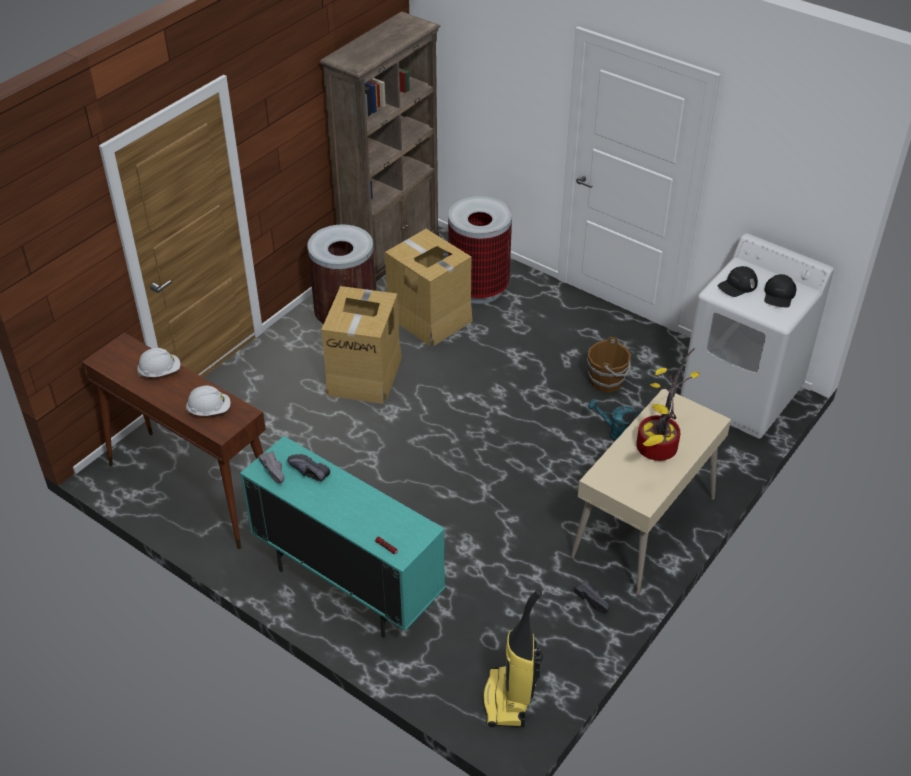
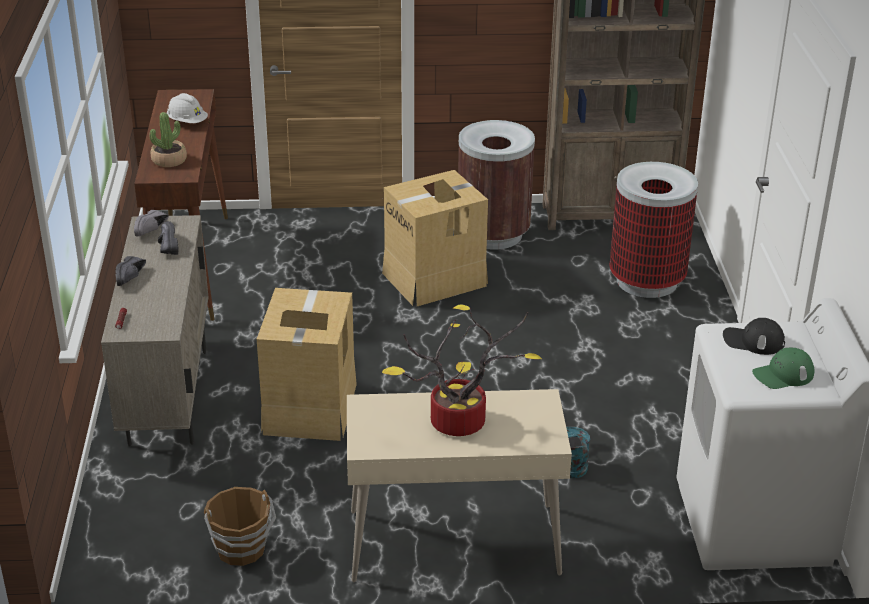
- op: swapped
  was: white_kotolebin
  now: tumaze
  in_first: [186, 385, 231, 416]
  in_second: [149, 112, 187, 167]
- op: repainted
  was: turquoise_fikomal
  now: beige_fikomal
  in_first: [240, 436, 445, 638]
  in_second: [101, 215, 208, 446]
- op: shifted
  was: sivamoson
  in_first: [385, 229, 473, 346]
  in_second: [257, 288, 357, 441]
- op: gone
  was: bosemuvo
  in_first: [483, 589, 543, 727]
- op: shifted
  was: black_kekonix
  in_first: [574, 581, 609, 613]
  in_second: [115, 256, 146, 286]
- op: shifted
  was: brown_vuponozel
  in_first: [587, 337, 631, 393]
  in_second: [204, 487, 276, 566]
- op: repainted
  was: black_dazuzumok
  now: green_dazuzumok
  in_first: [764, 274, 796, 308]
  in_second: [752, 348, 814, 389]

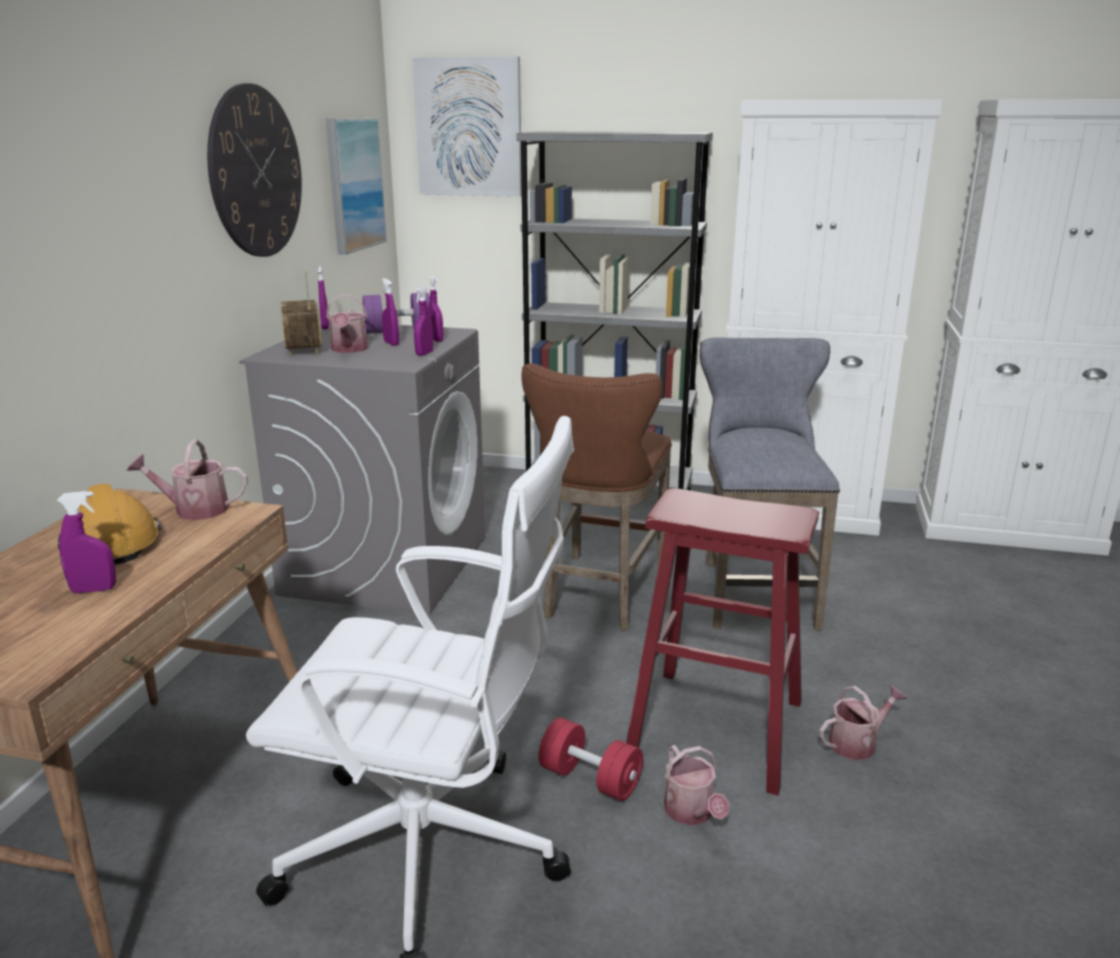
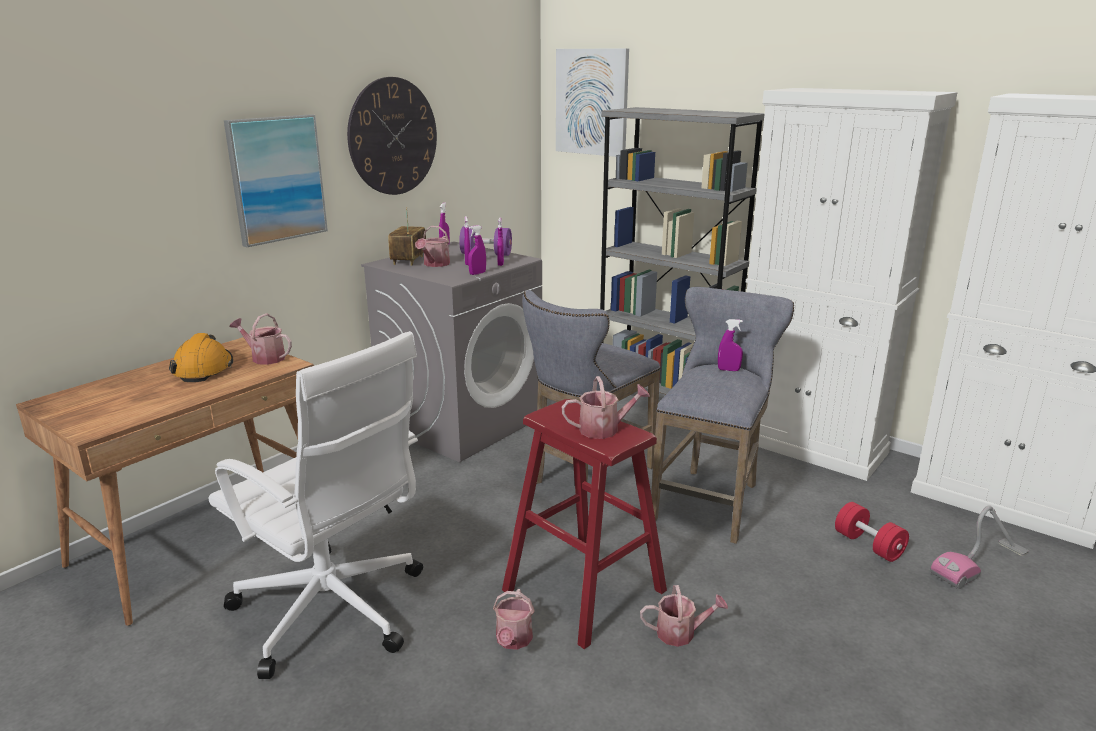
- op: shifted
  was: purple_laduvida
  in_first: [57, 491, 116, 593]
  in_second: [718, 319, 743, 371]
- op: shifted
  was: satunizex
  in_first: [326, 118, 387, 255]
  in_second: [224, 114, 328, 247]
- op: repainted
  was: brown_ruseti
  now: grey_ruseti
  in_first: [522, 363, 672, 630]
  in_second: [522, 290, 661, 484]
- op: shifted
  was: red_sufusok
  in_first: [539, 717, 643, 801]
  in_second: [835, 502, 909, 562]
- op: new
  now: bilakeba
  in_second: [562, 376, 650, 439]
- op: new
  now: bosemuvo
  in_second: [931, 506, 1029, 589]

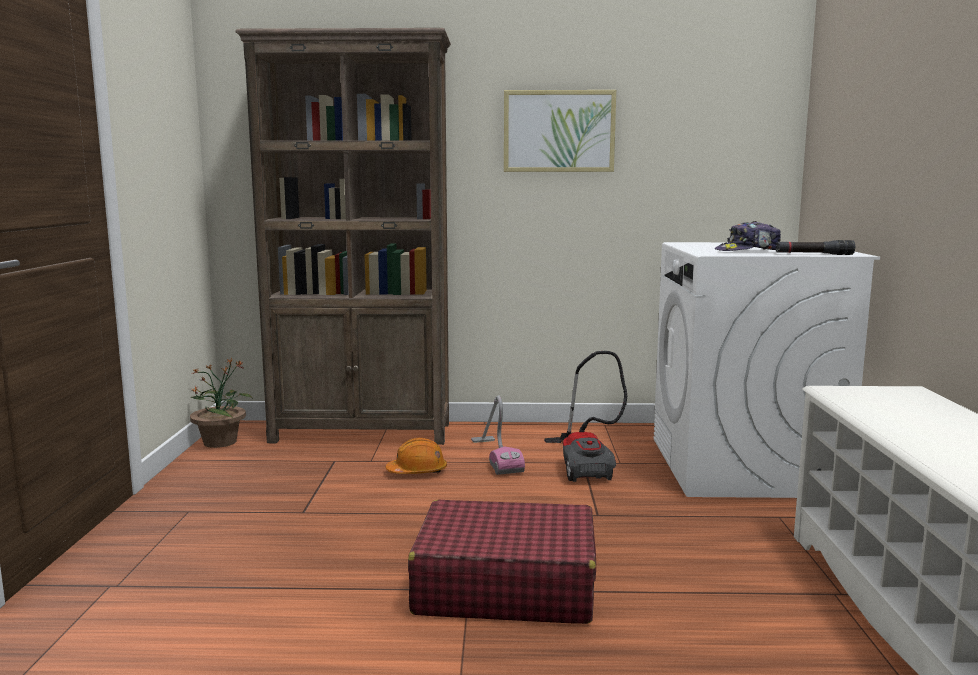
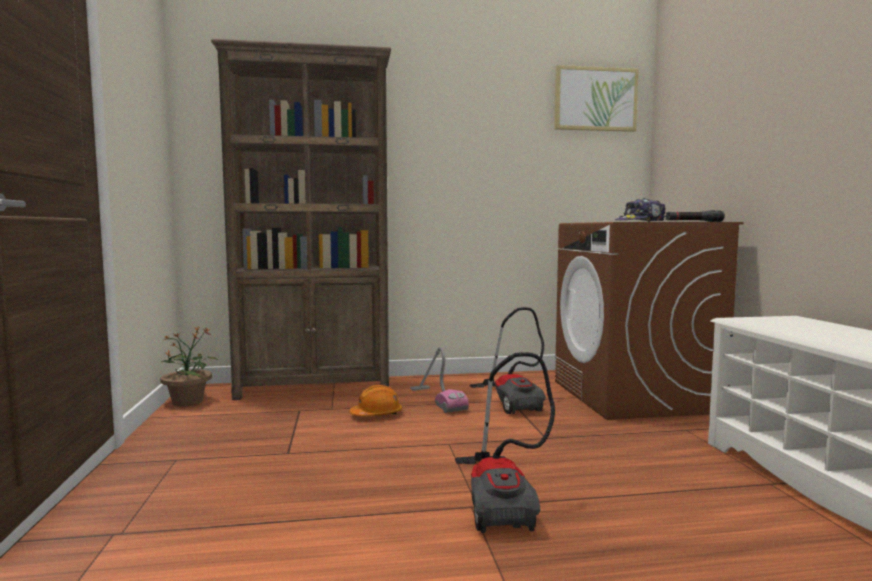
- op: swapped
  was: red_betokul
  now: bosemuvo
  in_first: [408, 500, 596, 624]
  in_second: [455, 352, 555, 533]
- op: shifted
  was: satunizex
  in_first: [504, 90, 616, 172]
  in_second: [554, 65, 639, 132]
- op: repainted
  was: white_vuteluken
  now: brown_vuteluken
  in_first: [654, 242, 880, 498]
  in_second: [555, 222, 743, 420]

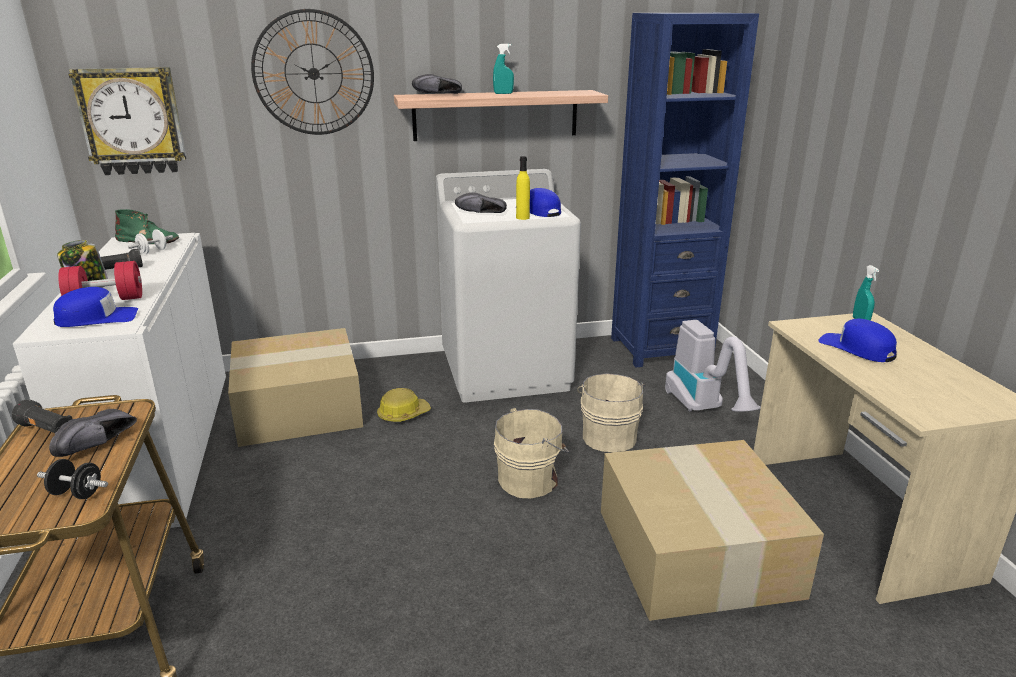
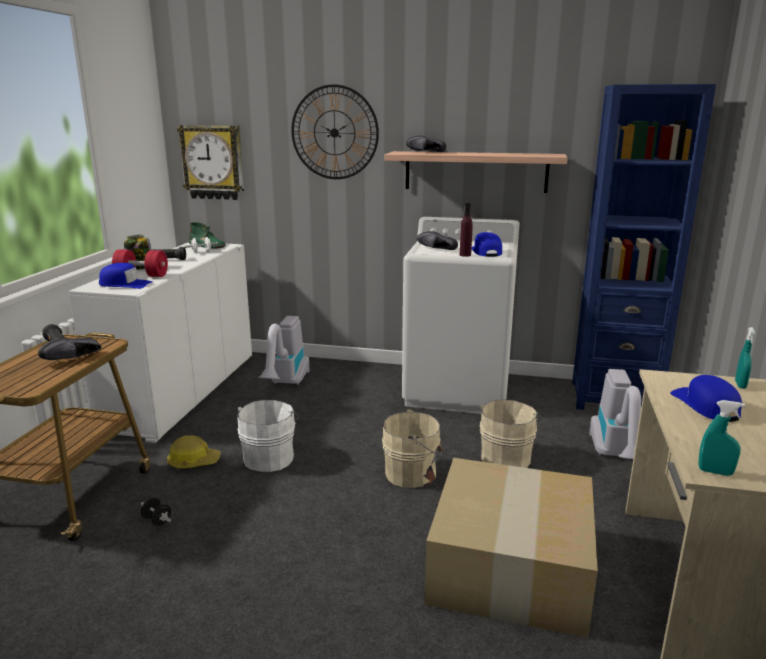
- op: shifted
  was: black_sufusok
  in_first: [37, 459, 108, 499]
  in_second: [141, 498, 171, 526]
- op: swapped
  was: sivamoson
  now: bosemuvo
  in_first: [228, 328, 363, 447]
  in_second: [258, 316, 310, 385]
- op: shifted
  was: kotolebin
  in_first: [377, 388, 431, 423]
  in_second: [167, 435, 220, 468]
- op: shifted
  was: turquoise_laduvida
  in_first: [493, 44, 514, 94]
  in_second: [698, 400, 745, 476]
- op: repainted
  was: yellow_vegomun
  now: purple_vegomun
  in_first: [516, 156, 530, 220]
  in_second: [460, 203, 473, 257]
- op: new
  now: white_vuponozel
  in_second: [237, 400, 299, 472]

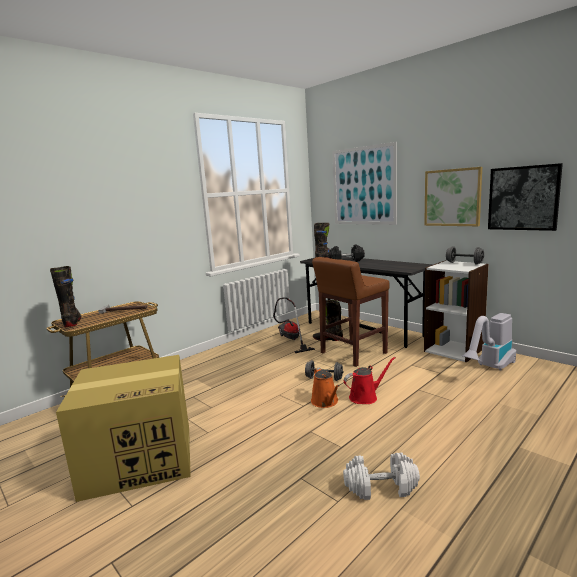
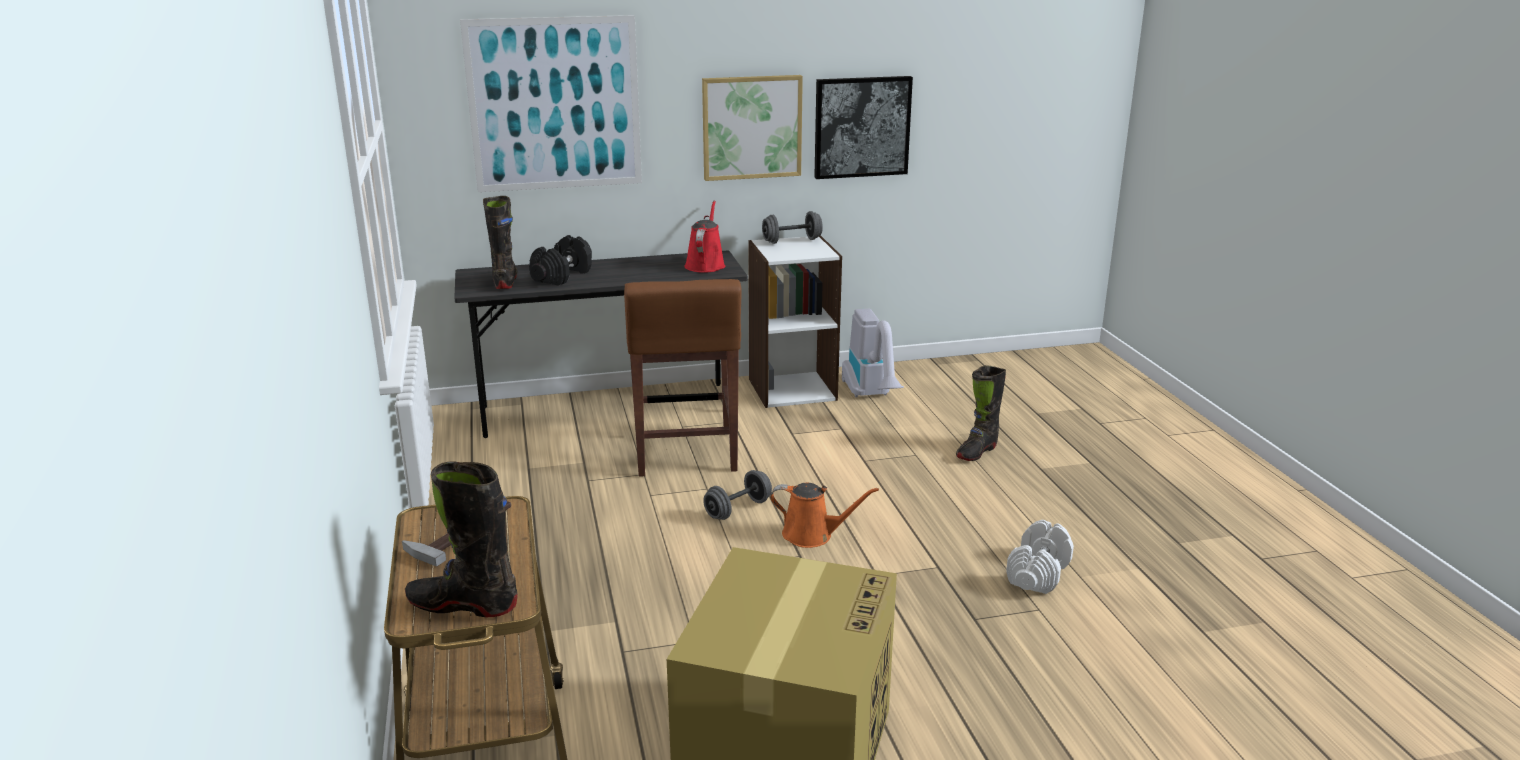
- op: gone
  was: bosemuvo
  in_first: [273, 297, 315, 353]
- op: shifted
  was: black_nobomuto
  in_first: [313, 300, 343, 341]
  in_second: [956, 365, 1006, 461]
- op: shifted
  was: red_bilakeba
  in_first: [344, 357, 396, 404]
  in_second: [684, 201, 726, 273]

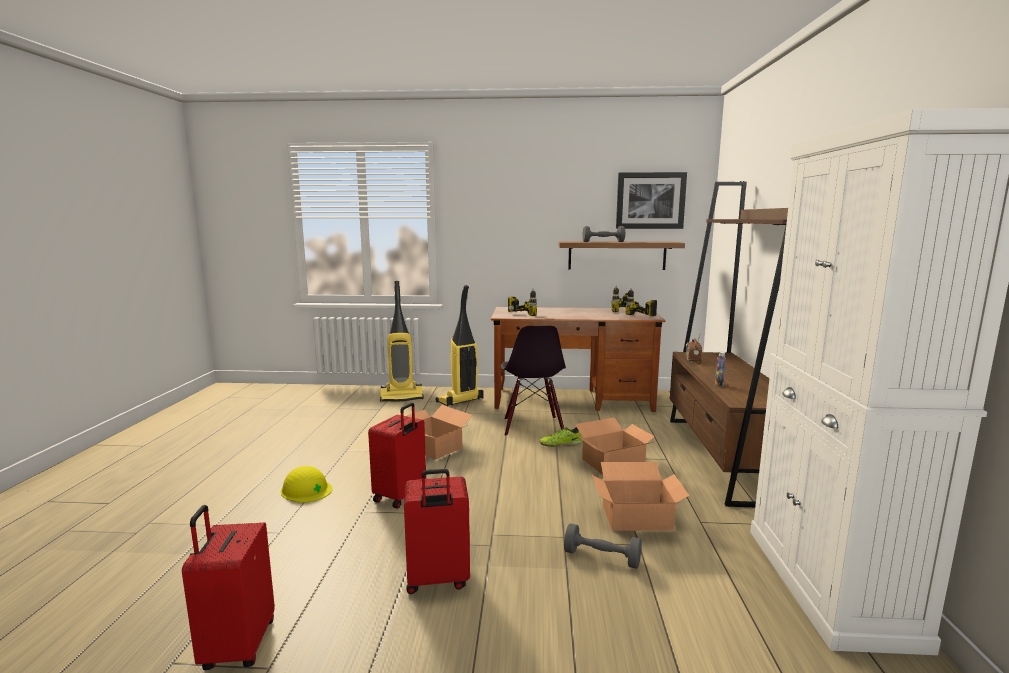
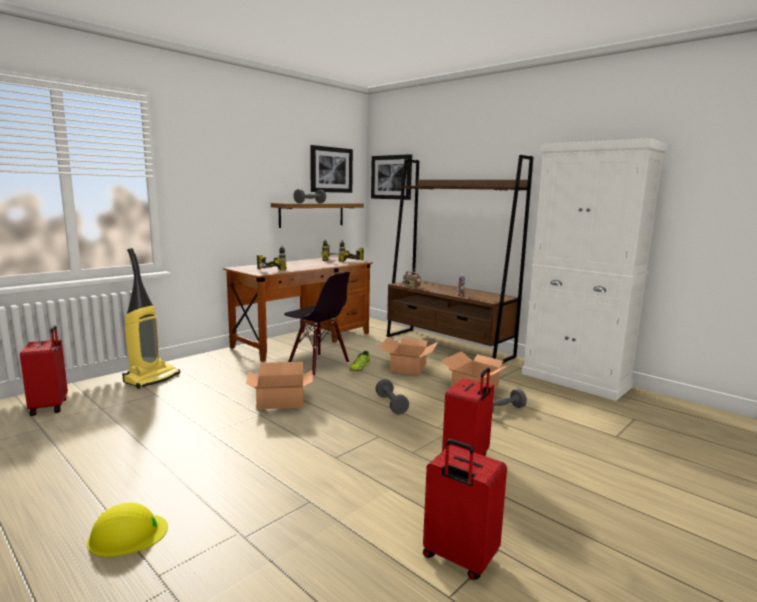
- op: shifted
  was: yellow_kotolebin
  in_first: [281, 466, 333, 503]
  in_second: [87, 503, 168, 557]
- op: shifted
  was: red_betokul
  in_first: [368, 403, 426, 508]
  in_second: [20, 325, 68, 416]
- op: gone
  was: bosemuvo
  in_first: [436, 285, 483, 406]
- op: new
  now: satunizex
  in_second: [371, 154, 412, 200]
- op: new
  now: grey_sufusok
  in_second: [375, 379, 409, 415]

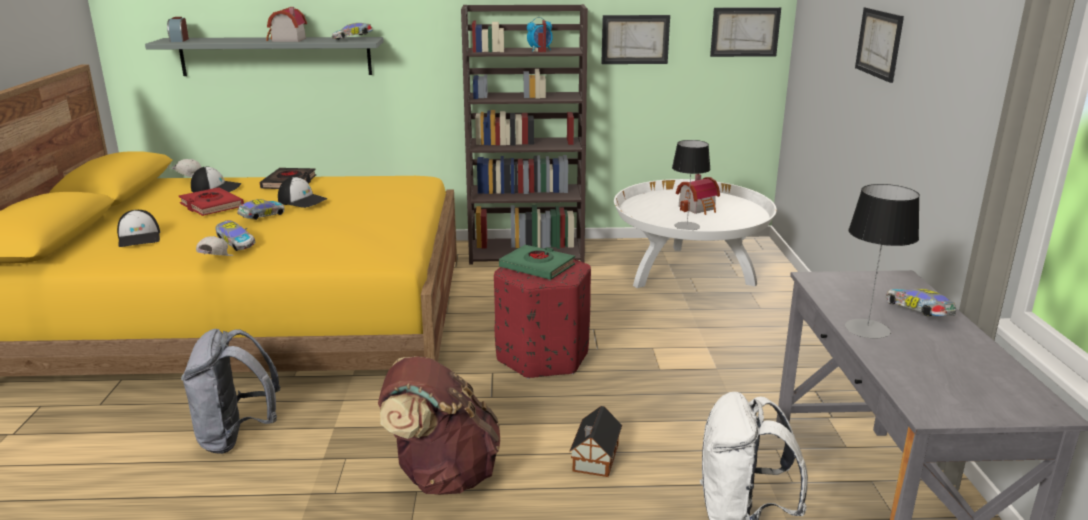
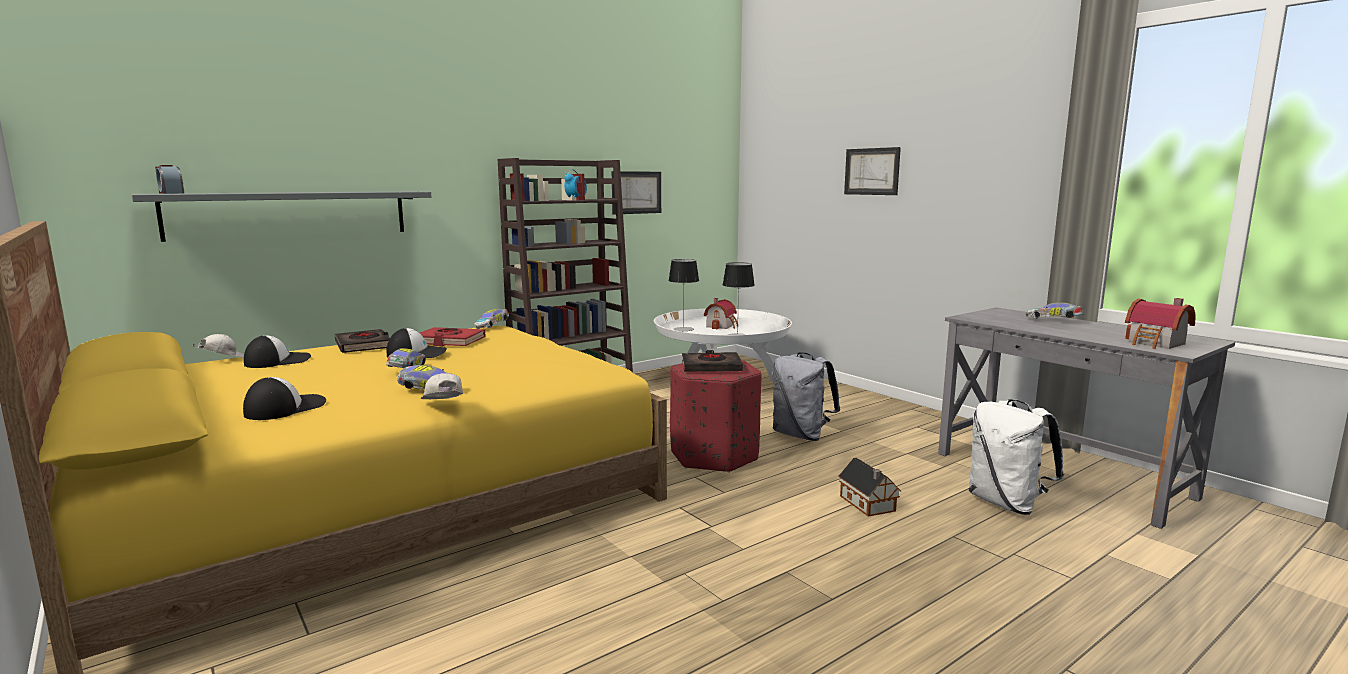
- op: rotated
  was: dazuzumok
  in_first: [117, 210, 160, 247]
  in_second: [243, 377, 326, 420]
  clockwise: -90
- op: shifted
  was: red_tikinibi
  in_first: [179, 187, 244, 216]
  in_second: [420, 327, 486, 347]
- op: shifted
  was: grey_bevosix
  in_first: [181, 329, 280, 454]
  in_second: [773, 352, 840, 441]
- op: shifted
  was: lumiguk
  in_first: [266, 7, 307, 42]
  in_second: [1125, 298, 1195, 349]
- op: shifted
  was: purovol
  in_first: [332, 23, 373, 40]
  in_second: [474, 309, 509, 329]
- op: gone
  was: brown_bevosix
  in_first: [378, 356, 500, 495]
- op: repainted
  was: green_tikinibi
  now: black_tikinibi
  in_first: [499, 245, 575, 280]
  in_second: [682, 350, 743, 372]
- op: gone
  was: satunizex
  in_first: [710, 7, 781, 57]
- op: shifted
  was: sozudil
  in_first: [845, 184, 920, 338]
  in_second: [668, 259, 699, 332]

